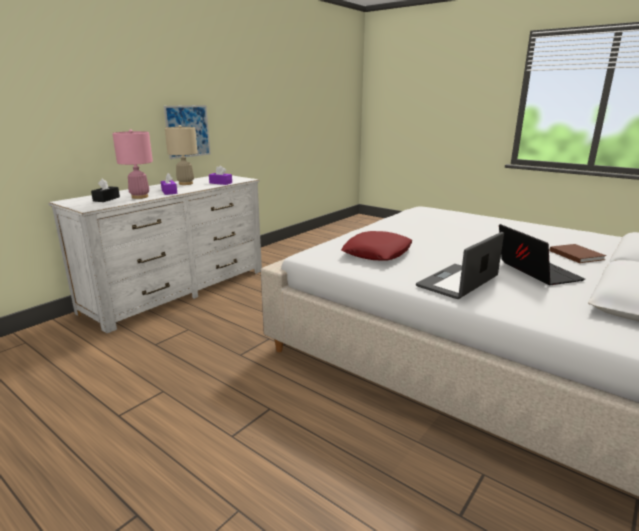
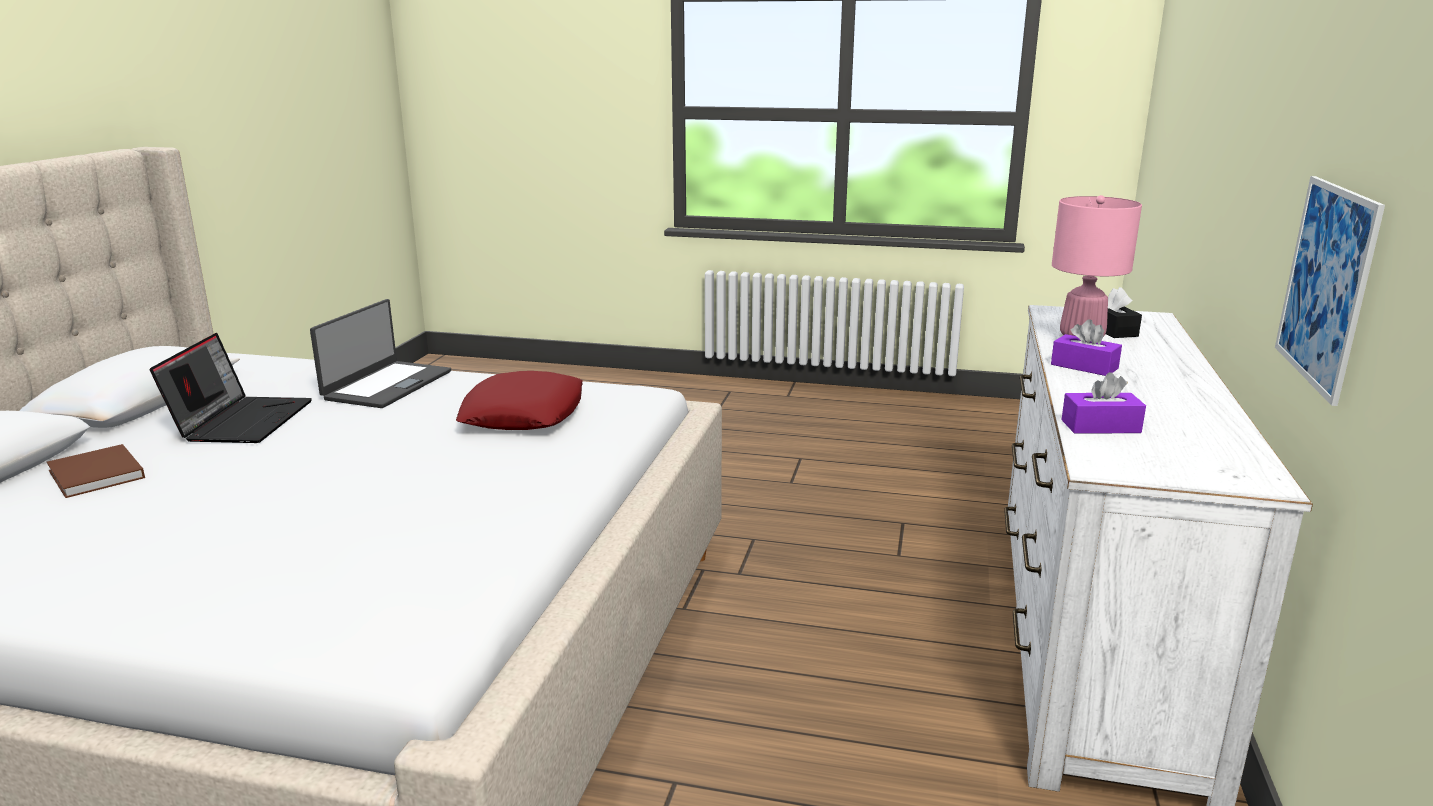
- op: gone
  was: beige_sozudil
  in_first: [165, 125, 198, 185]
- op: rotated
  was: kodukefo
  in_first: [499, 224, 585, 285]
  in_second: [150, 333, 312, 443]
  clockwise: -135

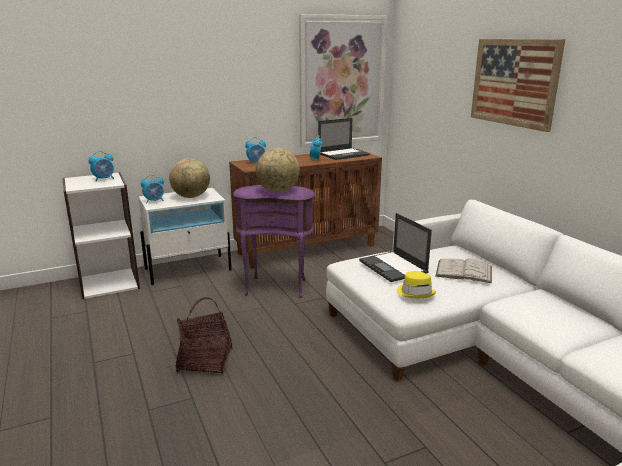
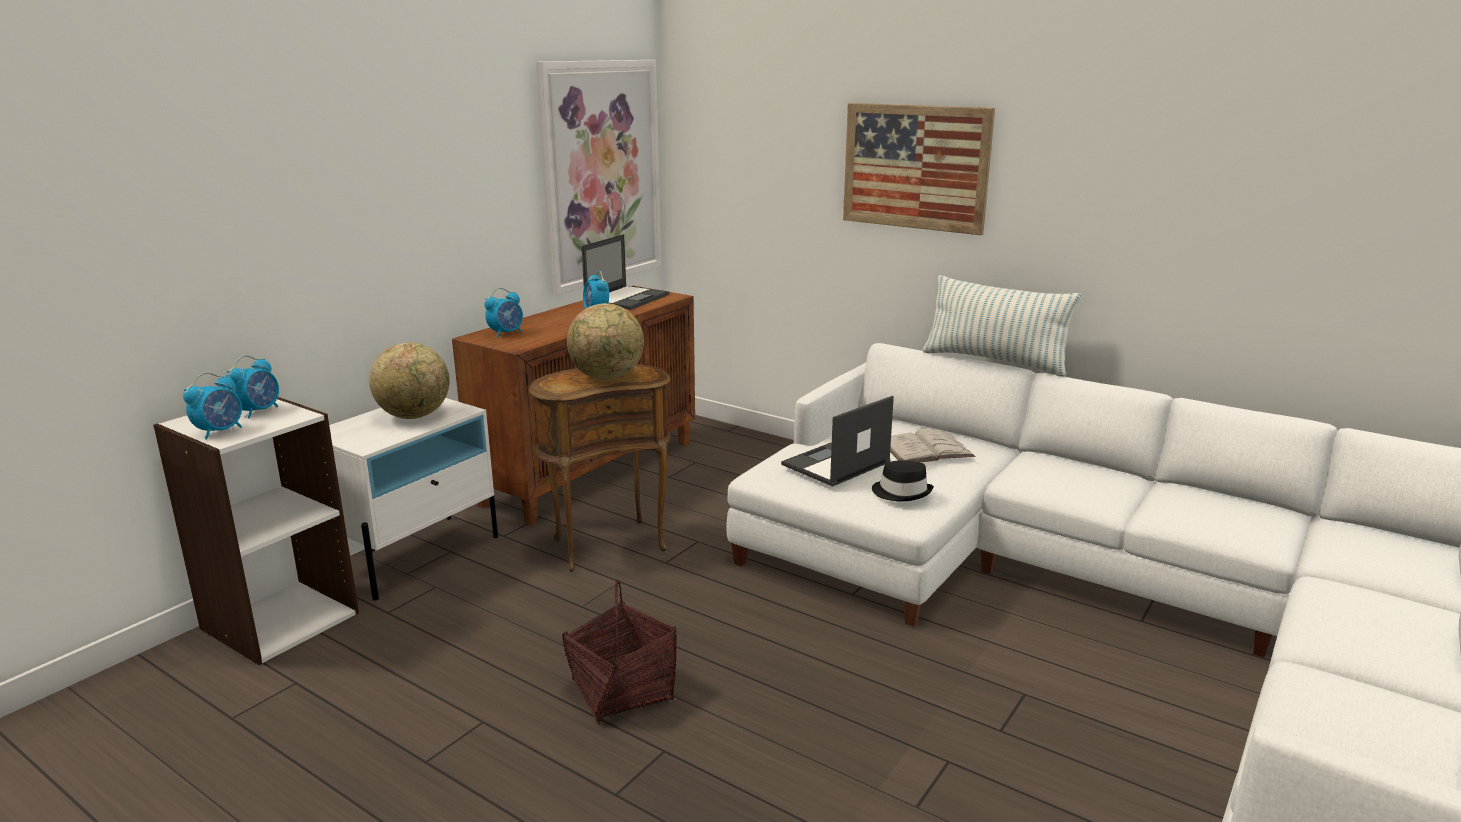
- op: shifted
  was: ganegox
  in_first: [141, 175, 164, 204]
  in_second: [183, 373, 242, 440]
- op: repainted
  was: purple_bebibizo
  now: brown_bebibizo
  in_first: [233, 185, 315, 298]
  in_second: [529, 364, 671, 572]
- op: rotated
  was: kodukefo
  in_first: [359, 213, 432, 282]
  in_second: [781, 396, 894, 487]
  clockwise: 105
- op: repainted
  was: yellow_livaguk
  now: black_livaguk
  in_first: [397, 271, 436, 298]
  in_second: [872, 460, 934, 501]
- op: new
  now: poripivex
  in_second: [923, 275, 1081, 377]

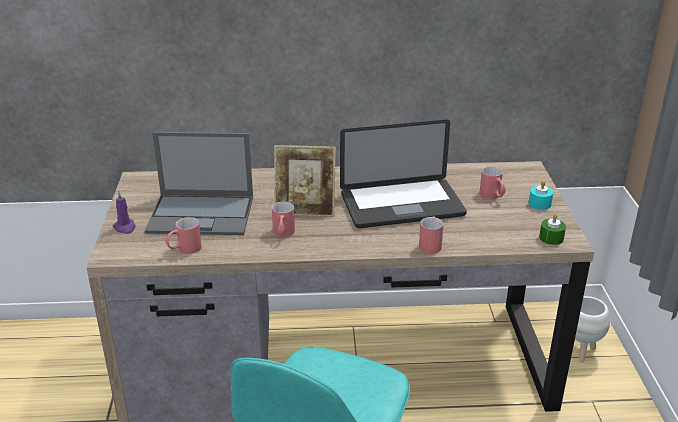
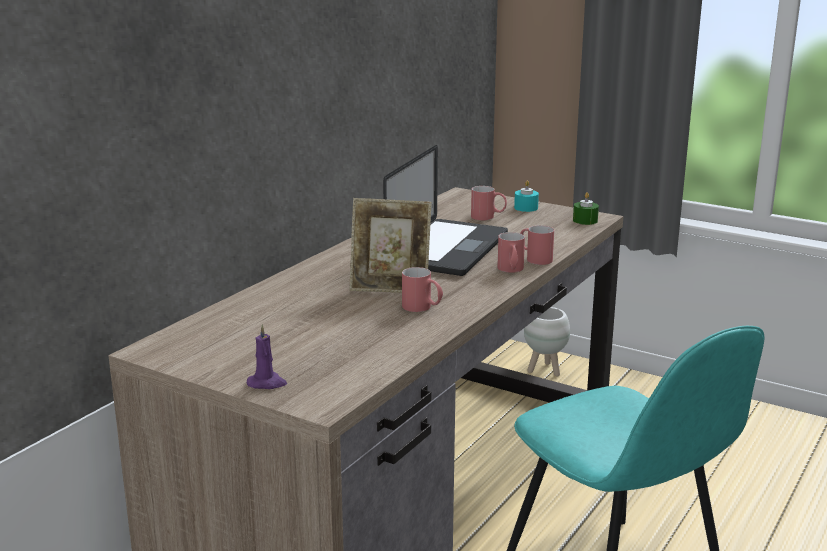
- op: gone
  was: kodukefo
  in_first: [145, 132, 253, 235]
- op: shifted
  was: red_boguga
  in_first: [166, 217, 202, 254]
  in_second: [497, 232, 525, 273]
- op: rotated
  was: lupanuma
  in_first: [274, 145, 336, 217]
  in_second: [349, 198, 432, 293]
  clockwise: 60

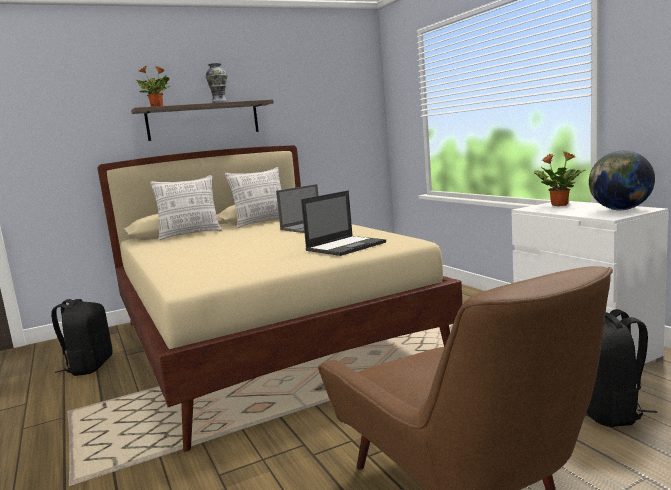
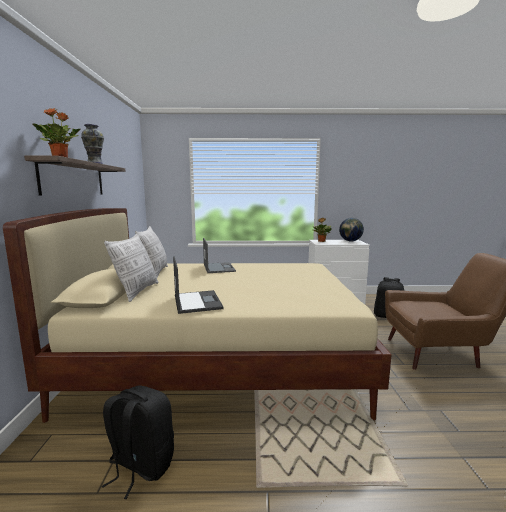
- op: shifted
  was: kodukefo
  in_first: [301, 190, 386, 256]
  in_second: [173, 256, 224, 314]

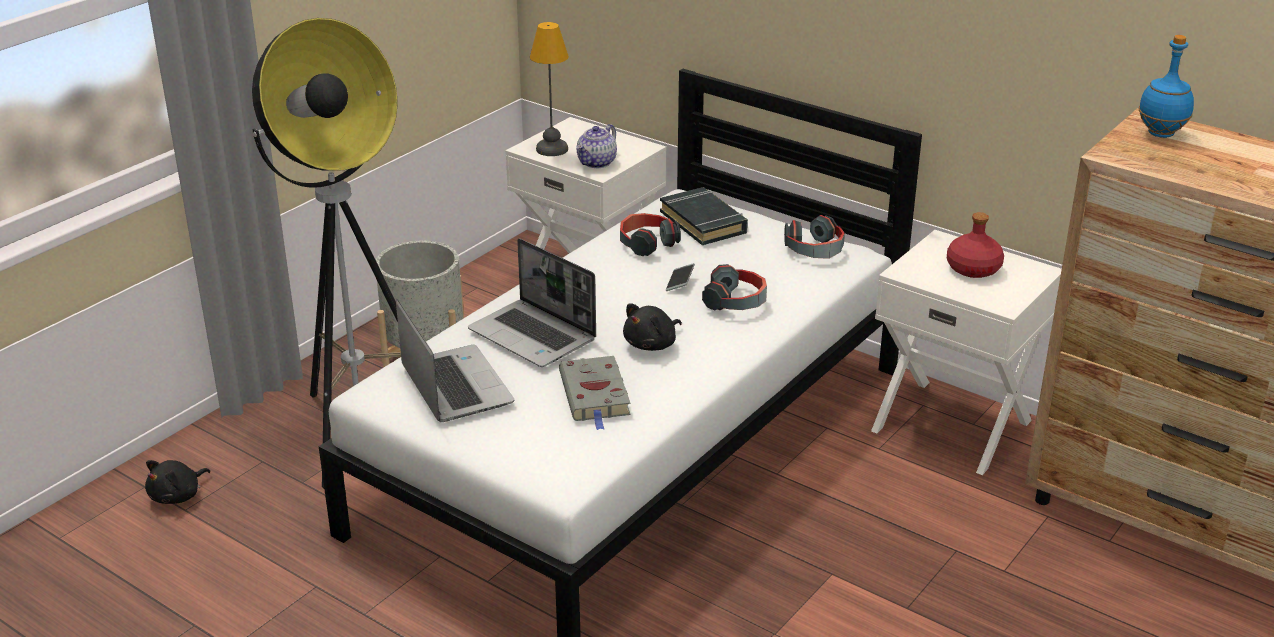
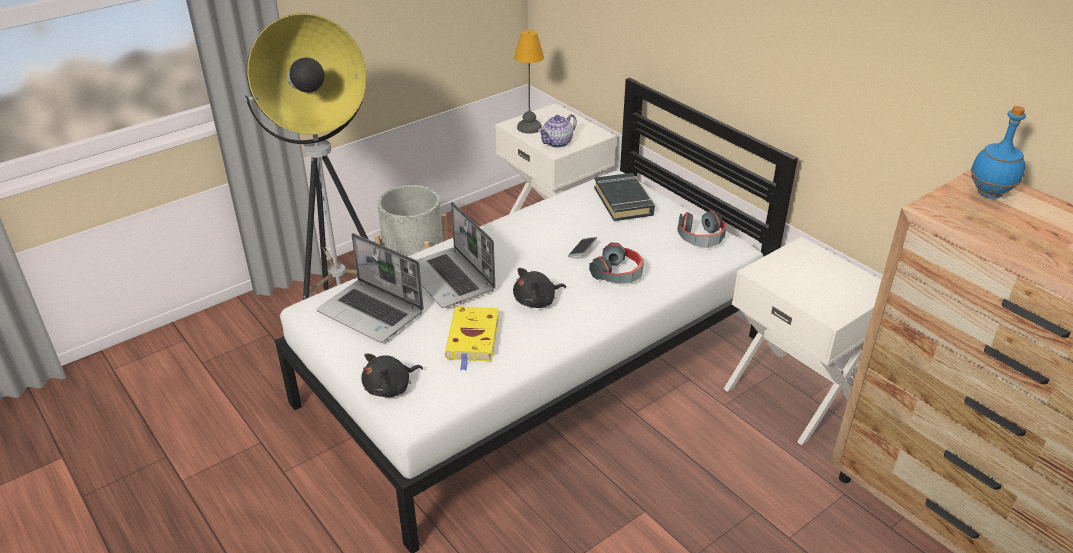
- op: shifted
  was: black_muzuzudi
  in_first: [145, 460, 210, 504]
  in_second: [361, 354, 423, 397]
- op: rotated
  was: kodukefo
  in_first: [396, 299, 514, 422]
  in_second: [317, 233, 424, 343]
  clockwise: 135
- op: repainted
  was: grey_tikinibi
  now: yellow_tikinibi
  in_first: [559, 356, 630, 430]
  in_second: [445, 306, 499, 371]
- op: gone
  was: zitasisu
  in_first: [620, 213, 681, 256]
- op: gone
  was: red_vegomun
  in_first: [947, 212, 1004, 278]

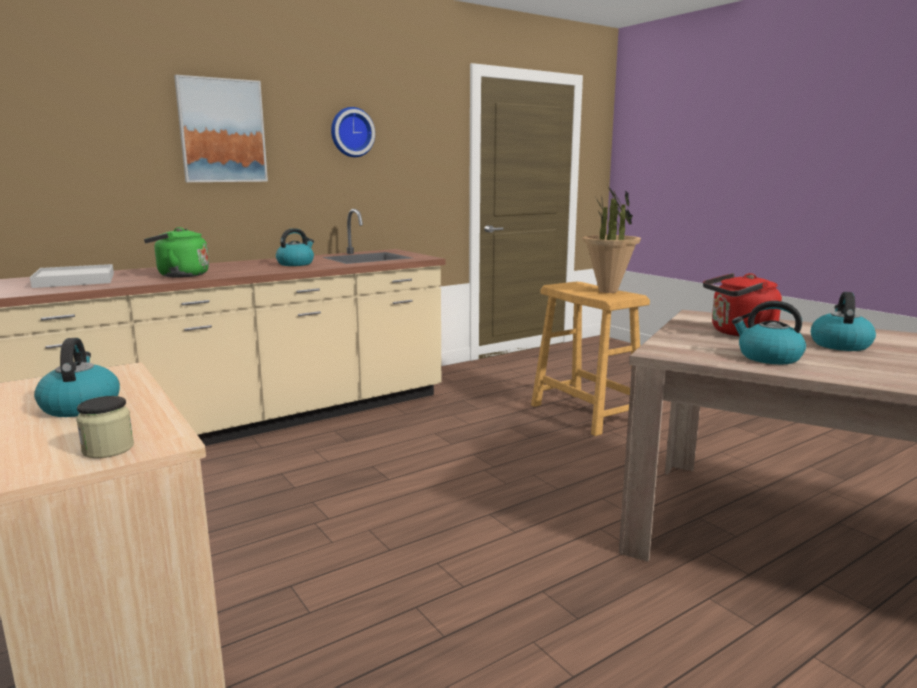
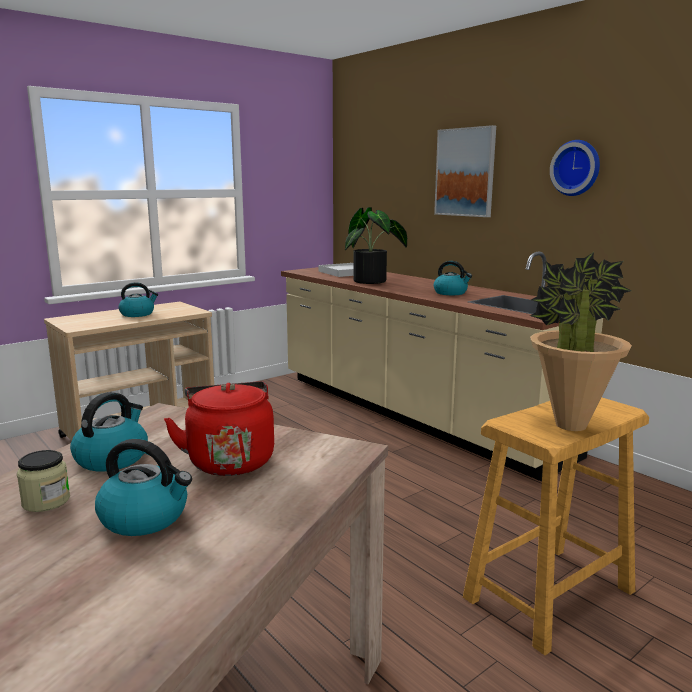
- op: shifted
  was: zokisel
  in_first: [76, 396, 134, 458]
  in_second: [17, 450, 70, 512]
- op: swapped
  was: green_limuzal
  now: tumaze
  in_first: [144, 227, 209, 278]
  in_second: [345, 207, 407, 284]

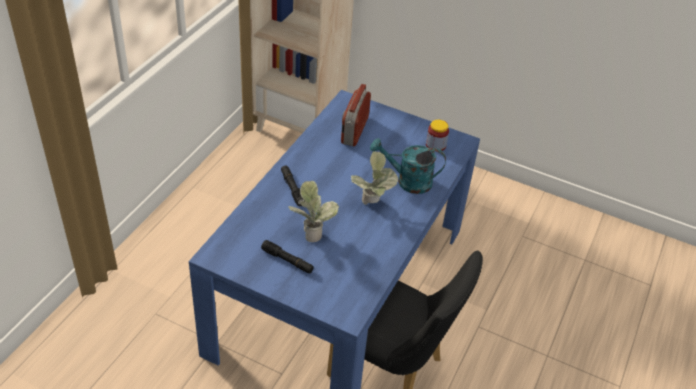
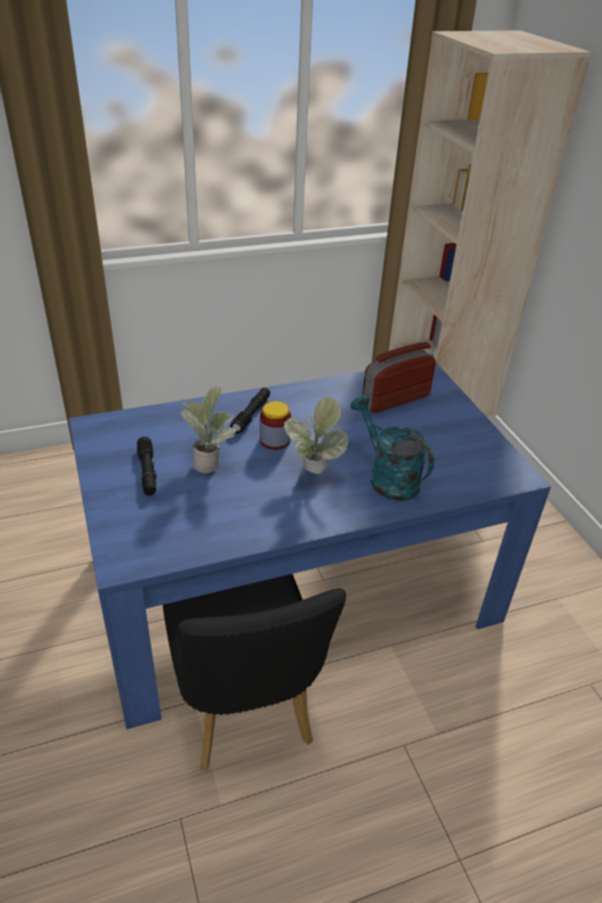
- op: shifted
  was: zokisel
  in_first: [426, 120, 449, 152]
  in_second: [260, 401, 291, 450]

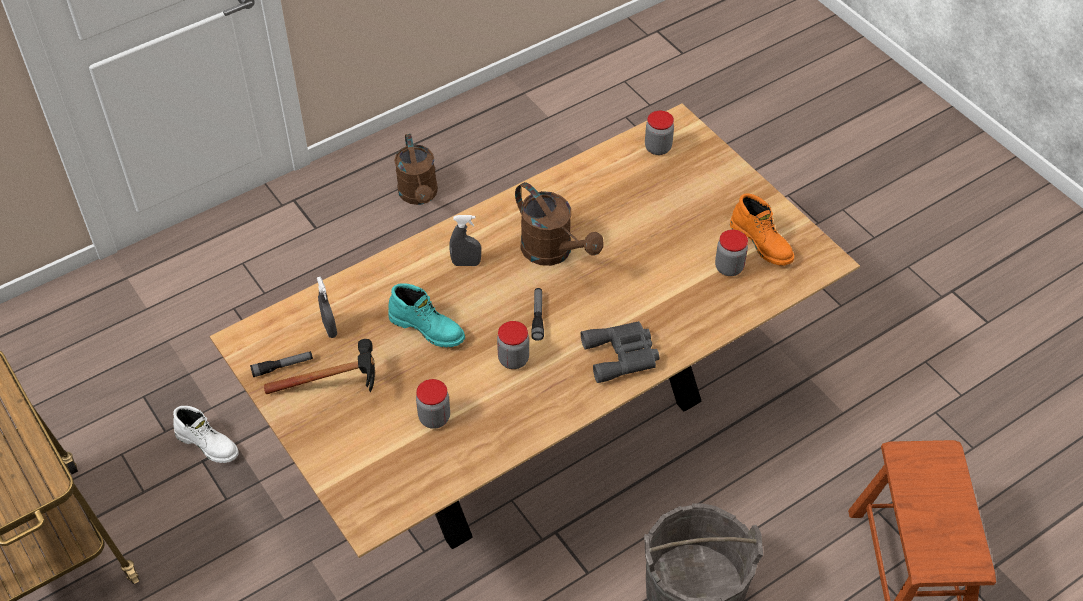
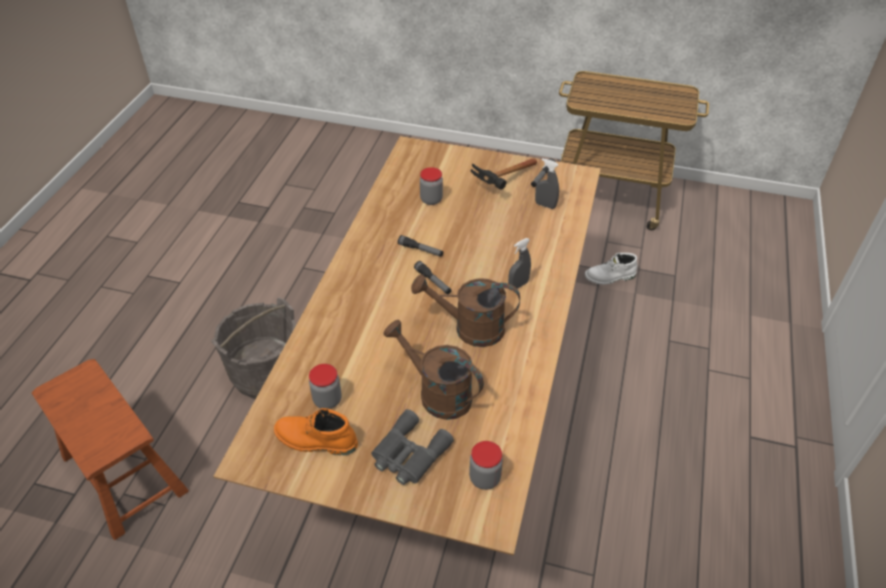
- op: gone
  was: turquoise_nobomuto
  in_first: [388, 283, 465, 347]
- op: shifted
  was: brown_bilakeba
  in_first: [394, 134, 438, 205]
  in_second: [383, 320, 484, 420]
- op: swapped
  was: zokisel
  now: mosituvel
  in_first: [497, 321, 529, 369]
  in_second: [398, 235, 443, 257]
- op: shifted
  was: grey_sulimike
  in_first: [581, 321, 659, 383]
  in_second: [371, 409, 454, 485]

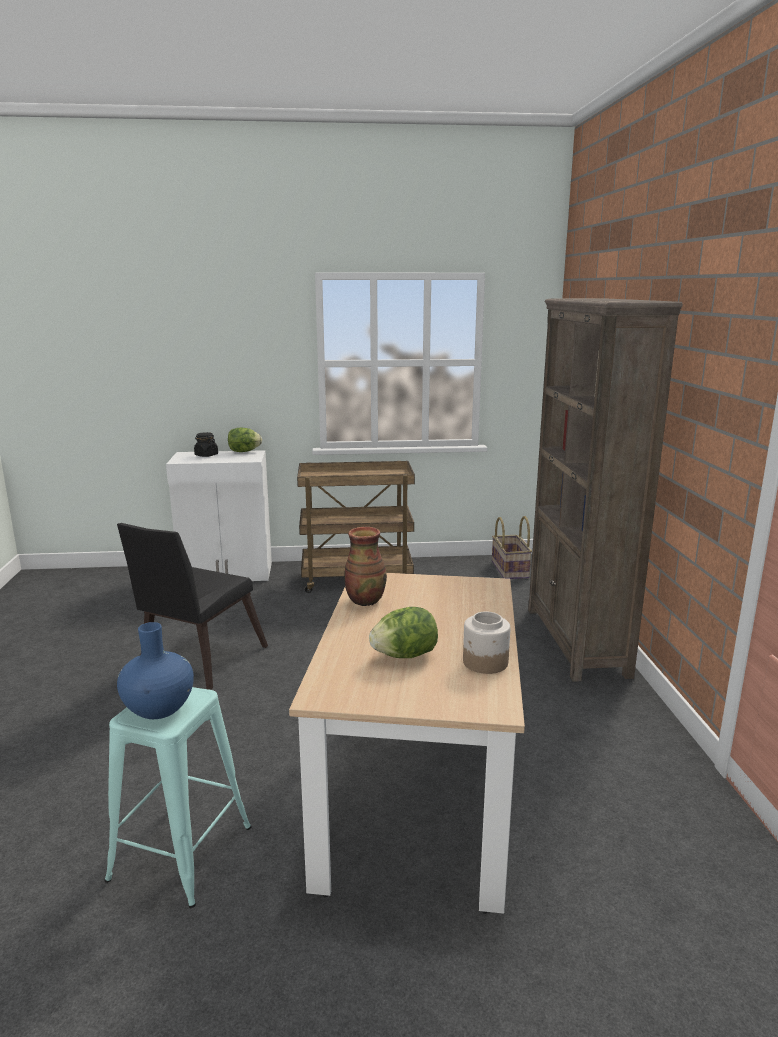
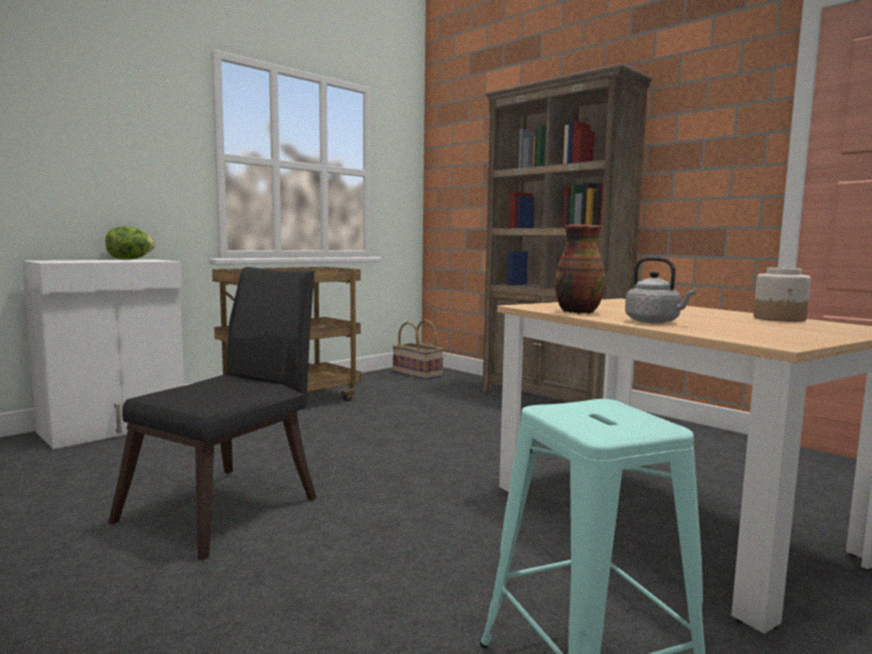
- op: rotated
  was: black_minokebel
  in_first: [117, 523, 268, 690]
  in_second: [108, 267, 317, 561]
  clockwise: -135
- op: gone
  was: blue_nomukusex
  in_first: [117, 622, 194, 719]
- op: gone
  was: black_zokisel
  in_first: [194, 432, 218, 457]
- op: gone
  was: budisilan
  in_first: [369, 607, 438, 658]
- op: new
  now: grey_limuzal
  in_second: [625, 257, 696, 323]

